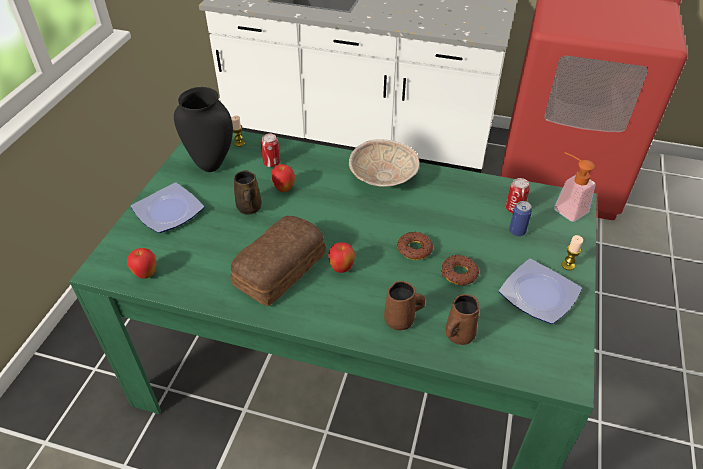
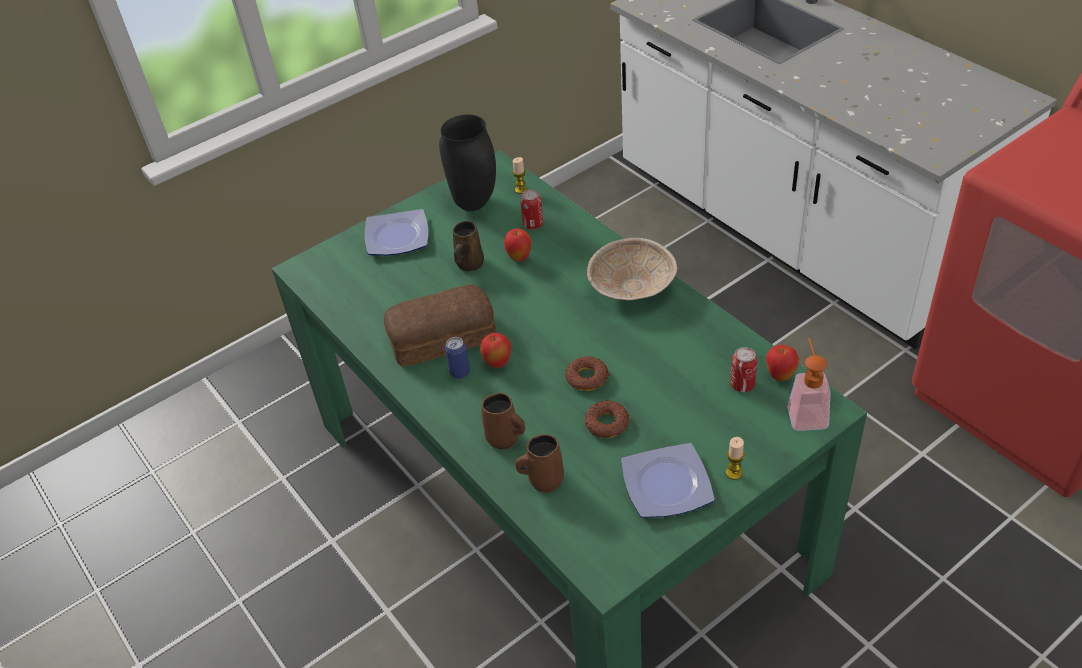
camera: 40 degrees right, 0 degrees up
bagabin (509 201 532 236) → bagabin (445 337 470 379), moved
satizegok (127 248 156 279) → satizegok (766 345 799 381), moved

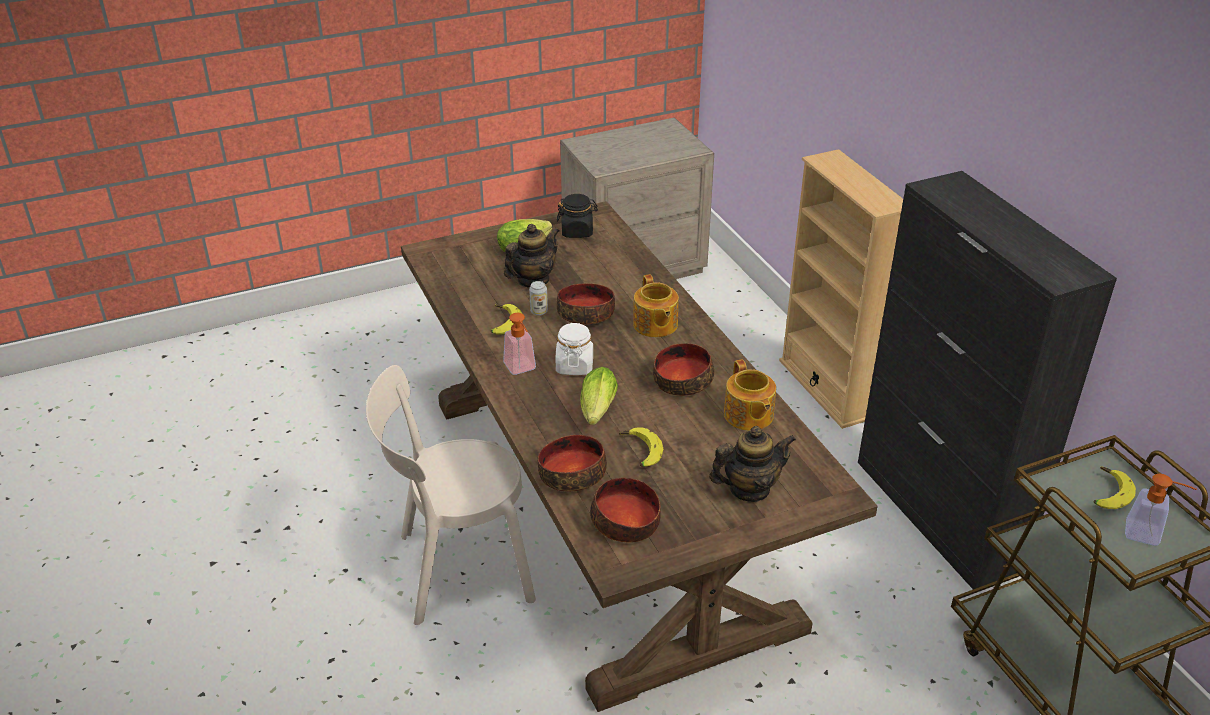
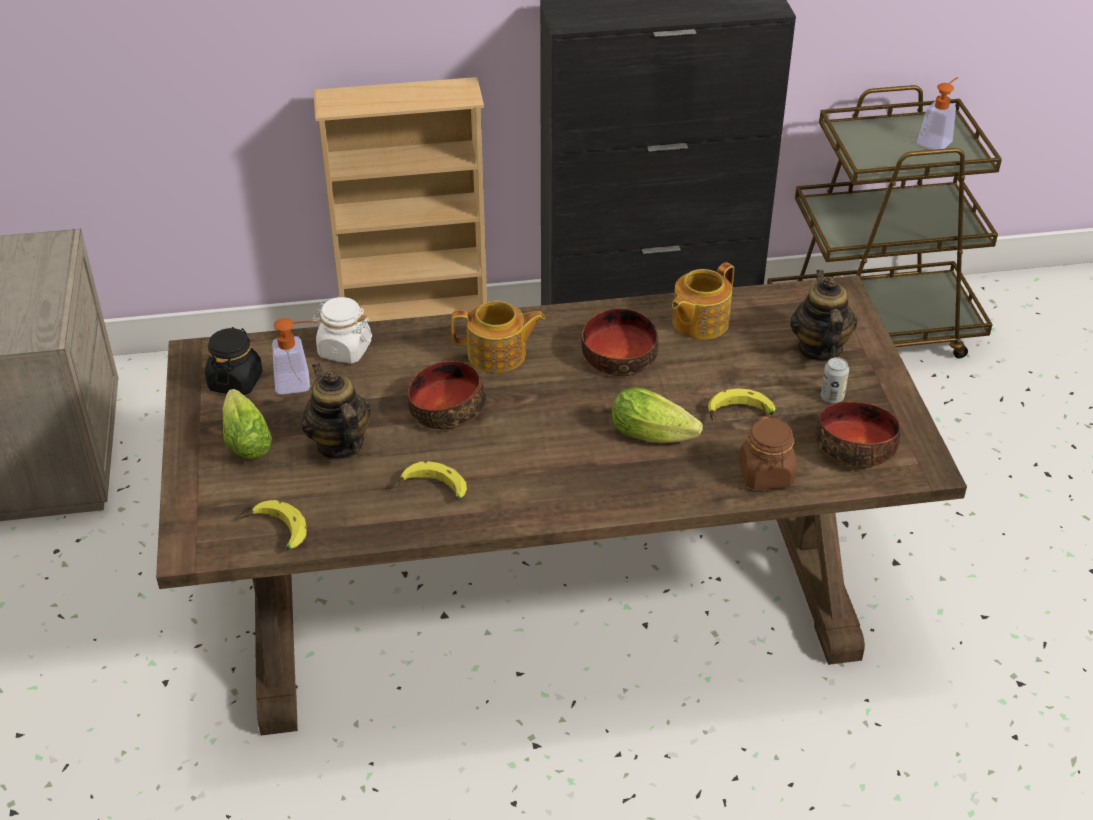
camera: 75 degrees left, 5 degrees up
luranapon (1093 467 1136 509) → luranapon (241 500 307 550), moved
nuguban (503 313 536 375) → nuguban (272 318 318 395), moved
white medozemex (556 323 593 375) → white medozemex (312 297 372 363), moved
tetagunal (724 359 776 431) → tetagunal (672 262 734 340), 135 degrees clockwise
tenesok (538 435 607 492) → brown medozemex (739 416 797 489)
bagabin (529 281 548 316) → bagabin (821 357 849 403), moved
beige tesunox (366 365 536 625) → -

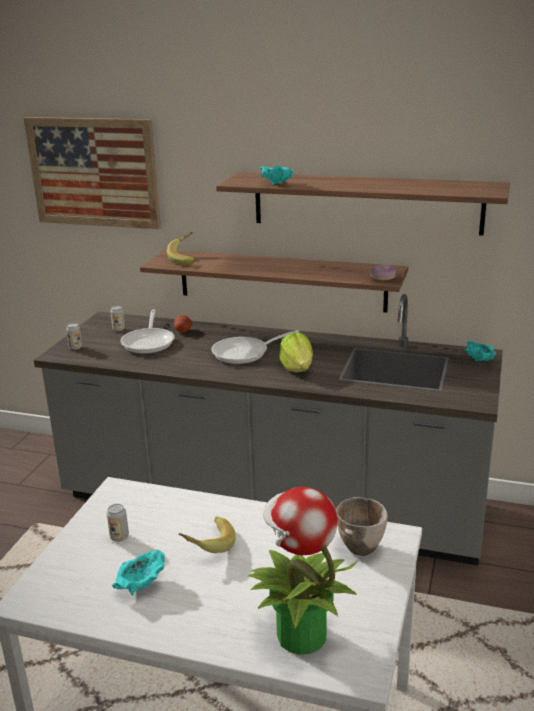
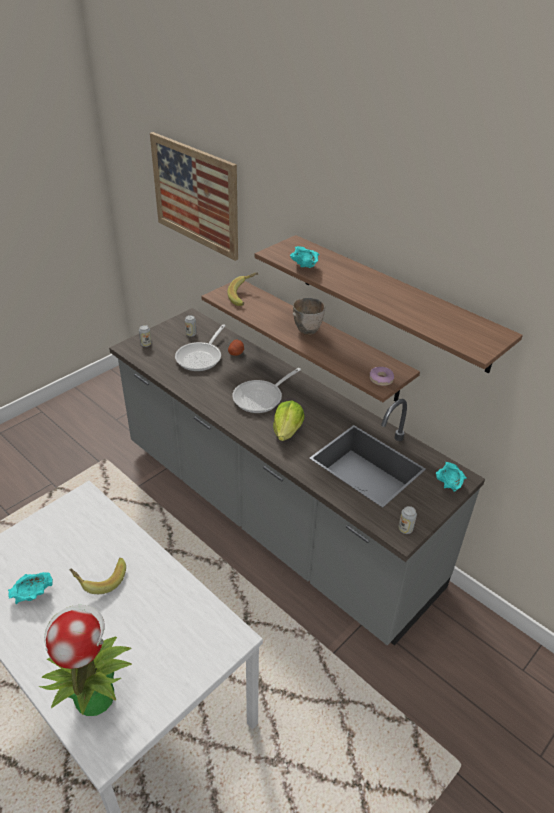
camera: 25 degrees right, 15 degrees up
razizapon (211 330 299 364) → razizapon (232 368 301 413), 45 degrees counterclockwise
tenesok (336 497 388 556) → tenesok (292 298 325 335), moved
bagabin (107 504 129 542) → bagabin (398 506 417 534), moved

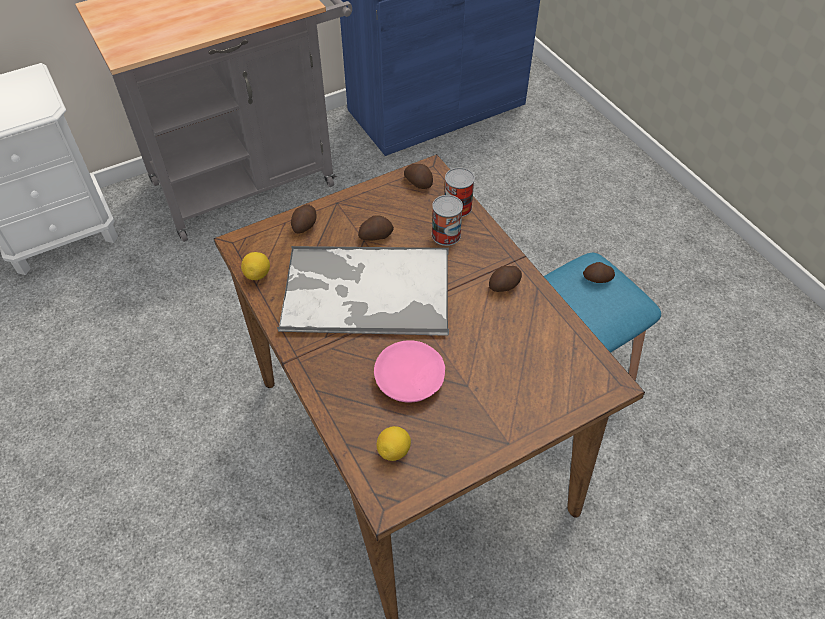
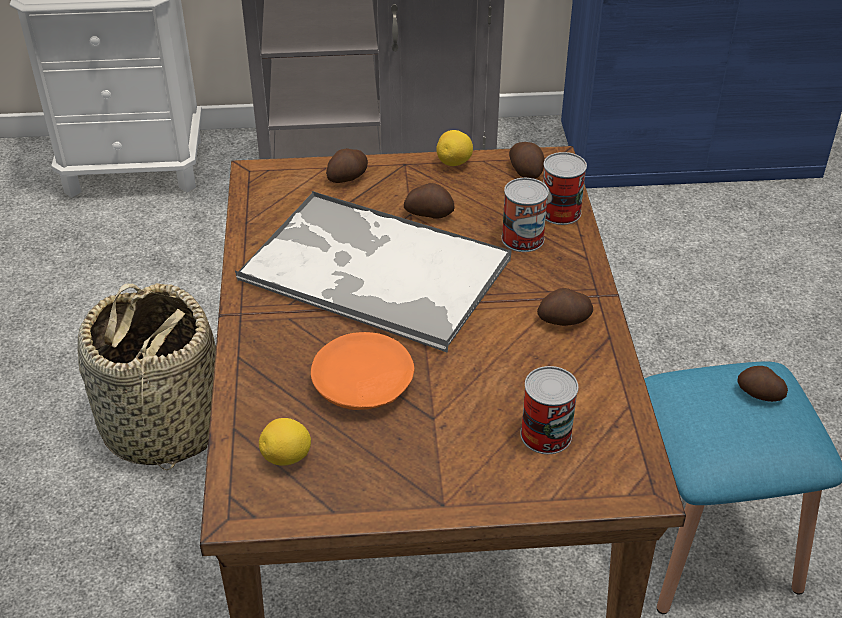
camera: 25 degrees right, 10 degrees down
- → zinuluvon (78 283 216 470)
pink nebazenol (374 340 445 403) → orange nebazenol (311 332 414 410)
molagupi (241 252 270 280) → molagupi (436 130 473 166), moved
- → bagabin (520 366 578 454)

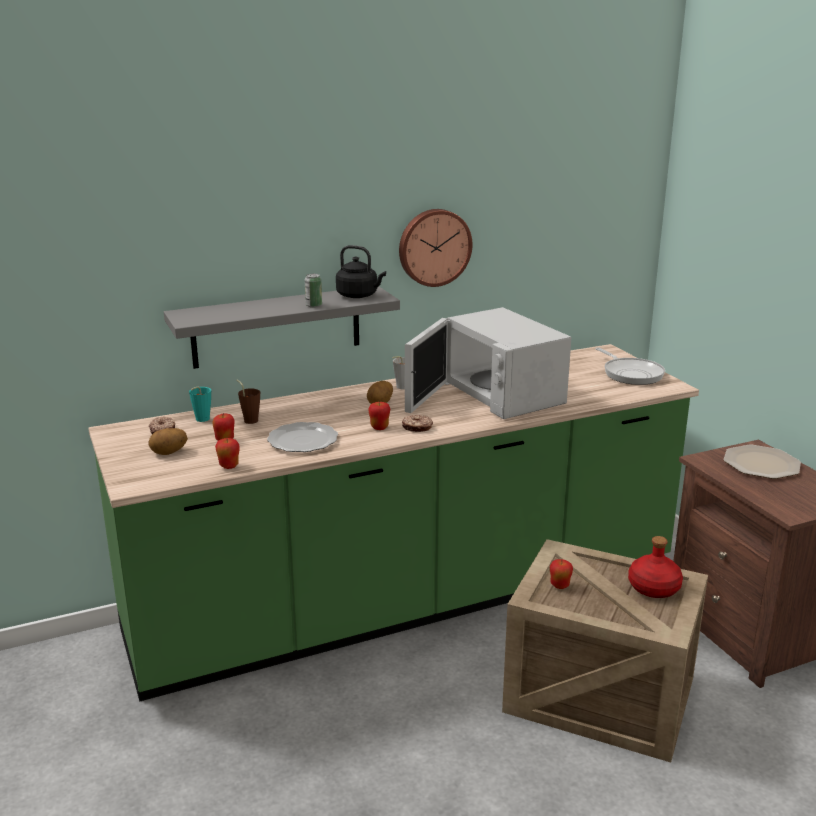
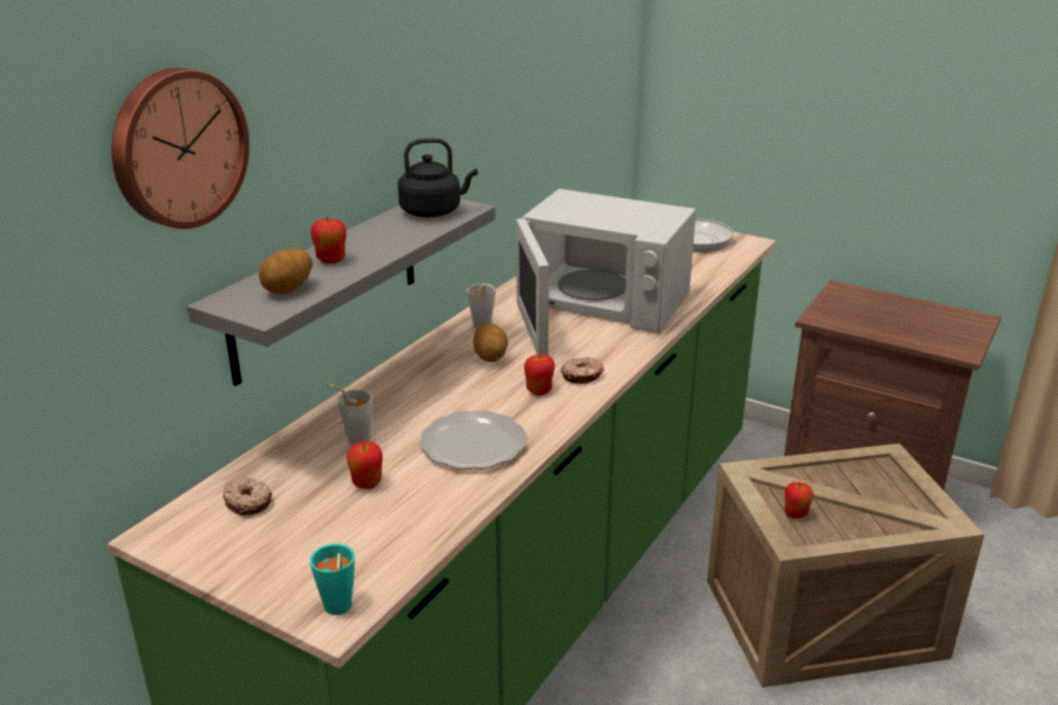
camera: 35 degrees left, 5 degrees up
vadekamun (399 209 472 287) → vadekamun (112 68 249 229), moved
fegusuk (149 428 188 455) → fegusuk (259 248 313 294), moved
satizegok (215 438 240 469) → satizegok (310 217 346 264), moved
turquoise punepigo (189 386 211 422) → turquoise punepigo (310 543 355 615), moved
brown punepigo (237 380 260 424) → grey punepigo (325 383 373 445)
bagabin (305 274 322 308) → -
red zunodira (628 536 683 598) → -
nebazenol (723 445 801 479) → -

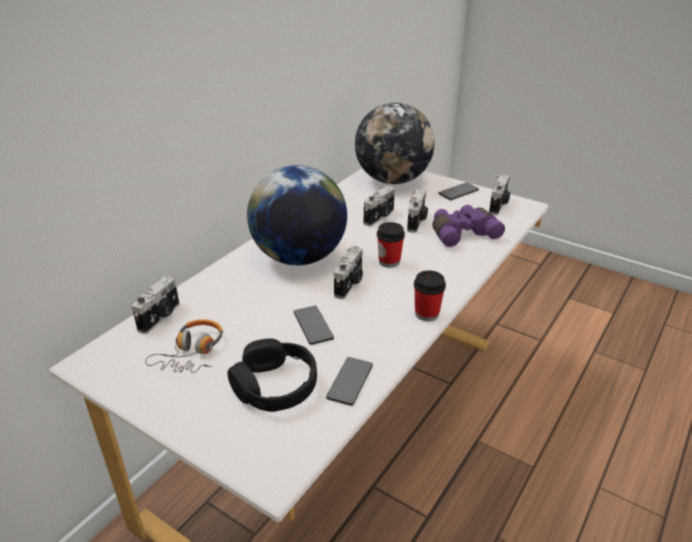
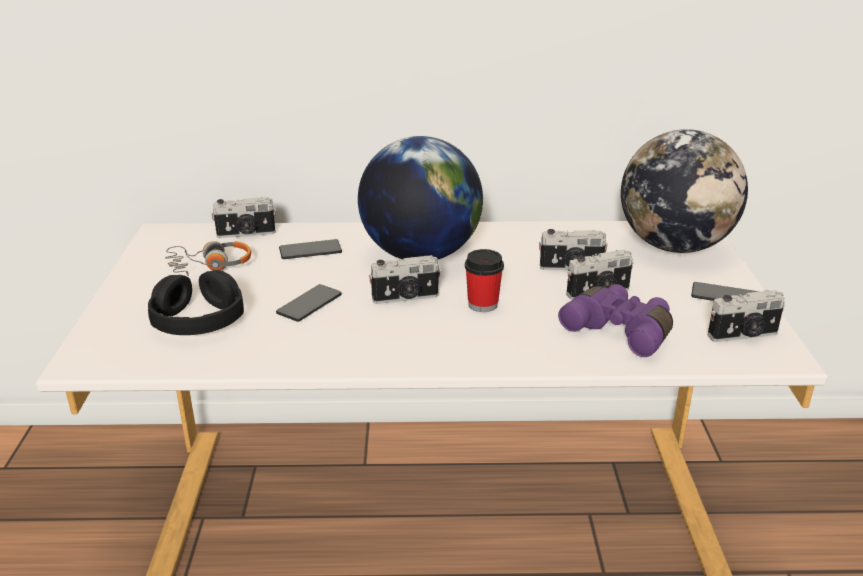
camera: 55 degrees right, 5 degrees down
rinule (326 357 373 406) → rinule (279 239 342 259), moved
punepigo (414 270 446 321) → -

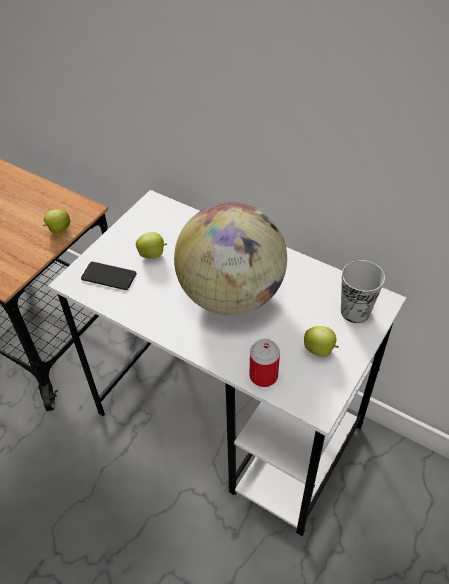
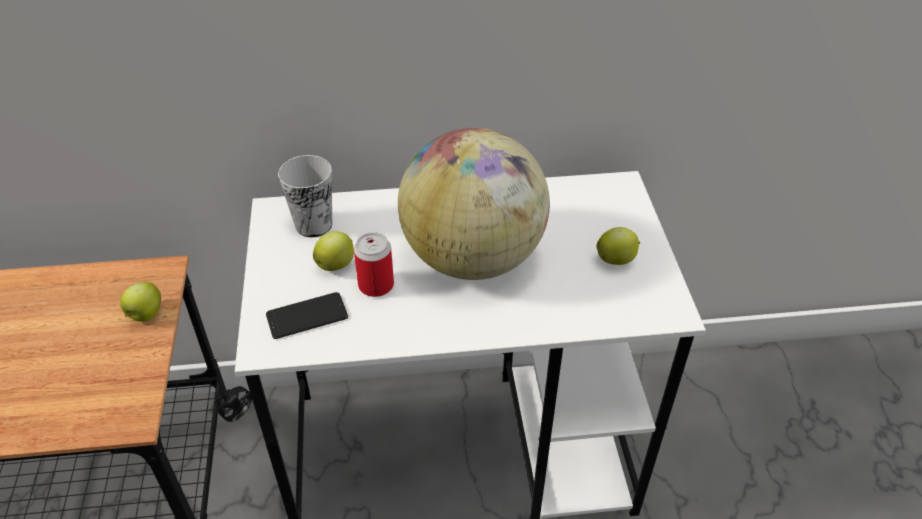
camera: 40 degrees left, 5 degrees down
punepigo (341 260 385 323) → punepigo (278 155 332 237), moved
bagabin (250 339 280 387) → bagabin (354 232 394 297), moved

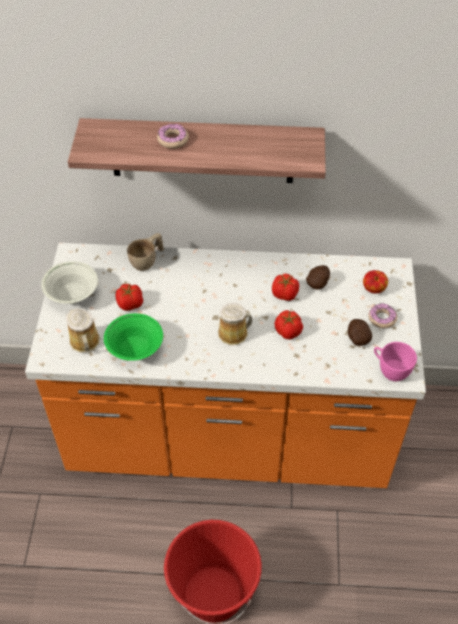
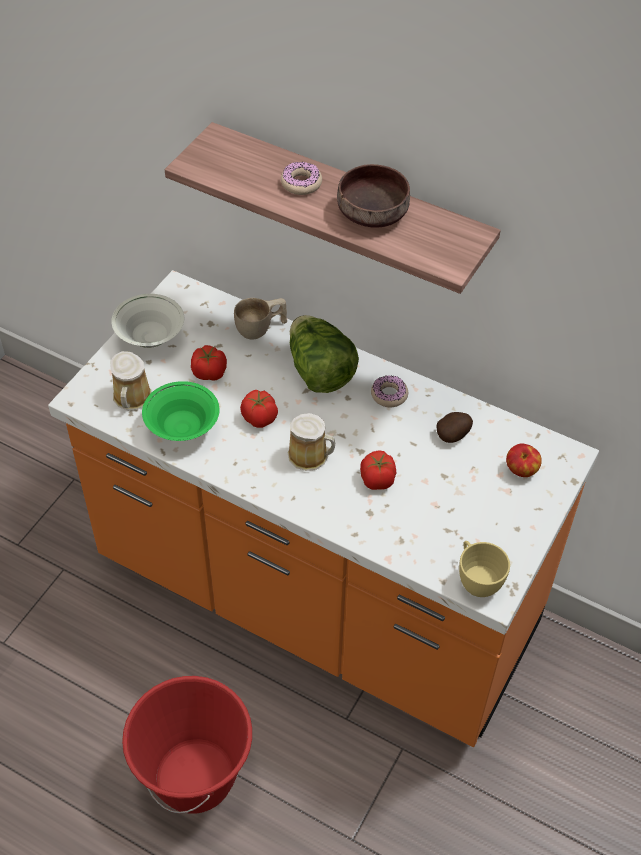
camera: 25 degrees right, 0 degrees up
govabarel (272 274 299 301) → govabarel (240 390 278 428), moved
- → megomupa (290 315 359 393)
- → brown tenesok (337 164 410 228)
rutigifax (368 303 397 328) → rutigifax (371 375 408 407), moved
pink punepigo (374 342 417 381) → yellow punepigo (459 541 510 597)
fegusuk (348 319 372 346) → -

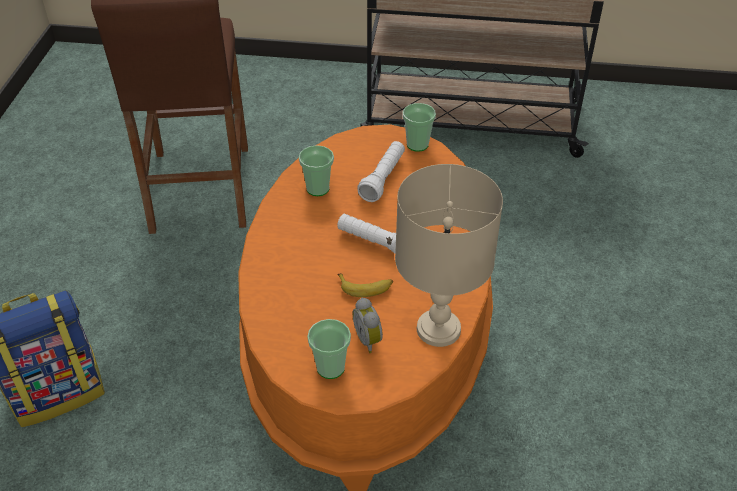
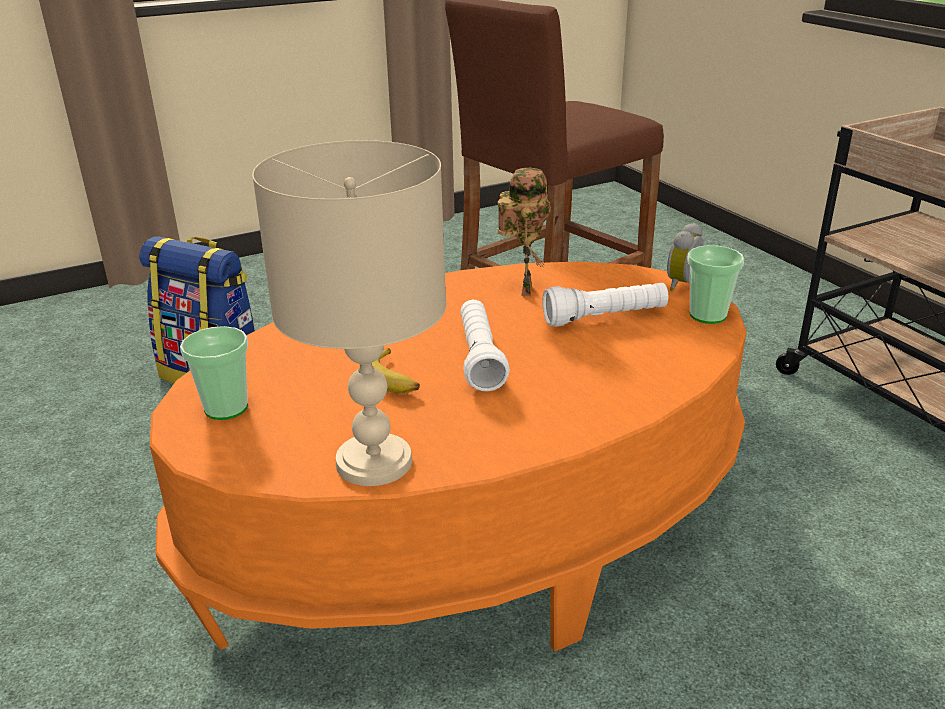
camera: 55 degrees right, 15 degrees down
punepigo (299 145 334 196) → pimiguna (498 168 551 296)
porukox (353 298 383 353) → porukox (667 223 704 291), moved

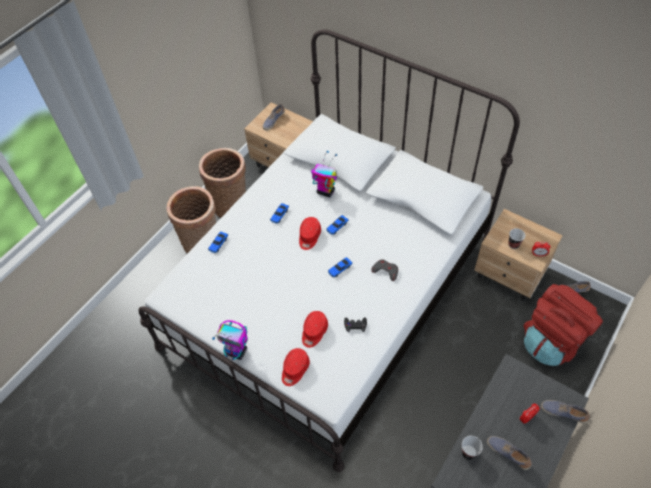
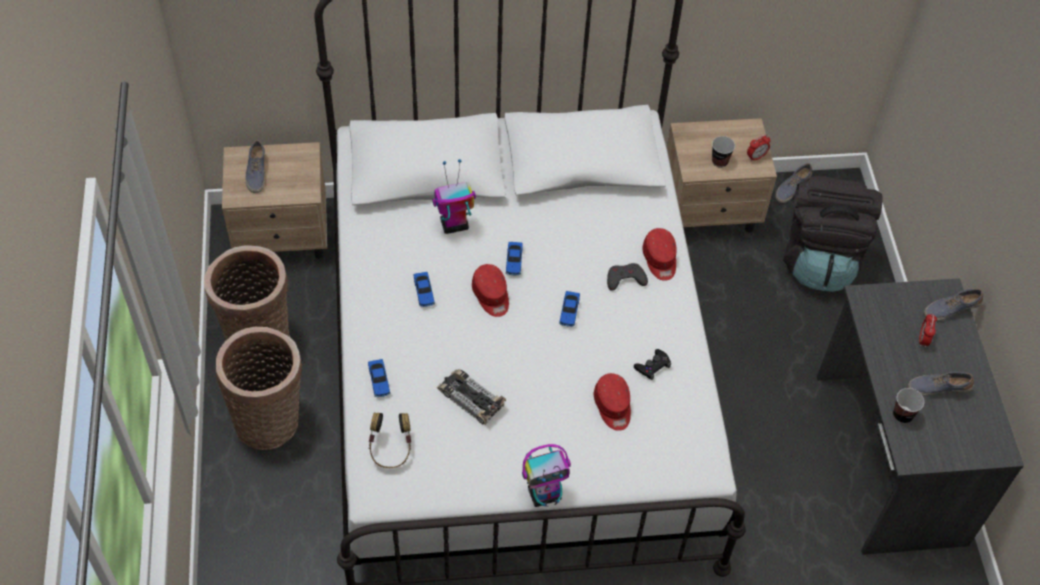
camera: 45 degrees left, 0 degrees up
- → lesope (369 413 411 468)
- → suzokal (437 369 506 425)
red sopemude (282 348 310 386) → red sopemude (642 228 677 281), moved
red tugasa (523 284 603 366) → black tugasa (783 176 883 292)

